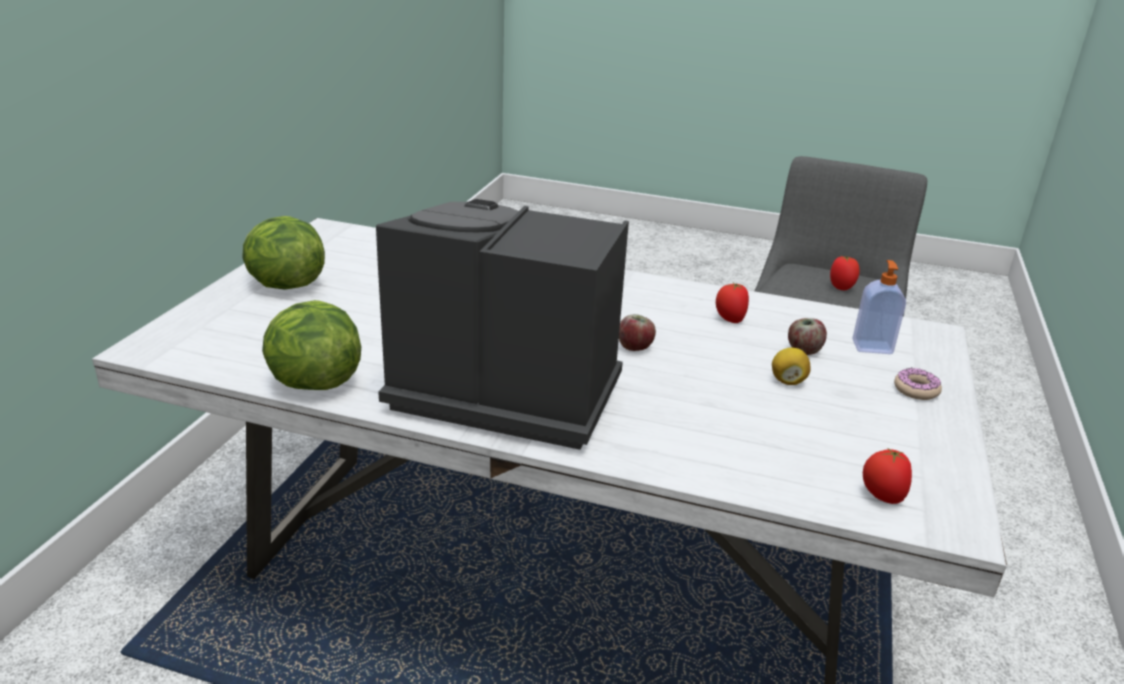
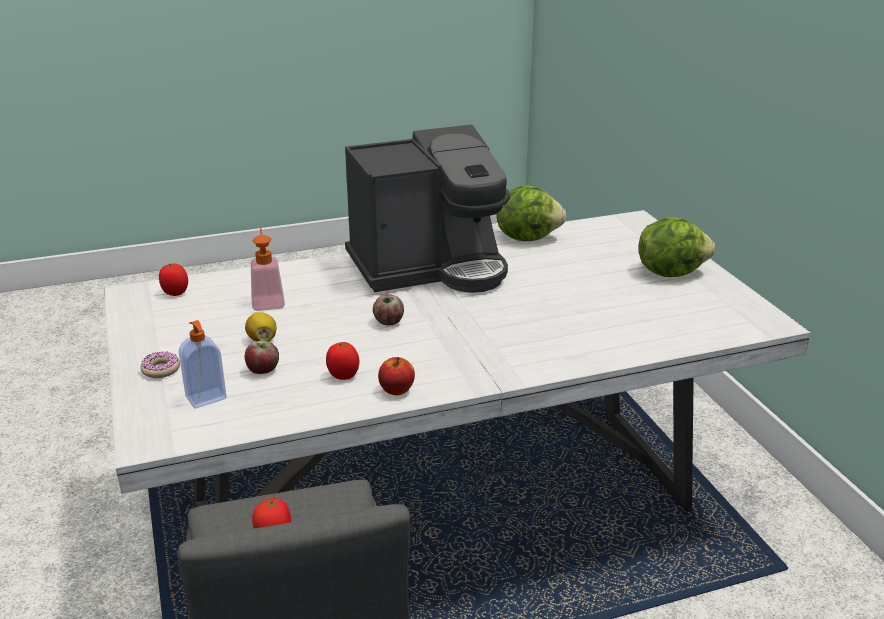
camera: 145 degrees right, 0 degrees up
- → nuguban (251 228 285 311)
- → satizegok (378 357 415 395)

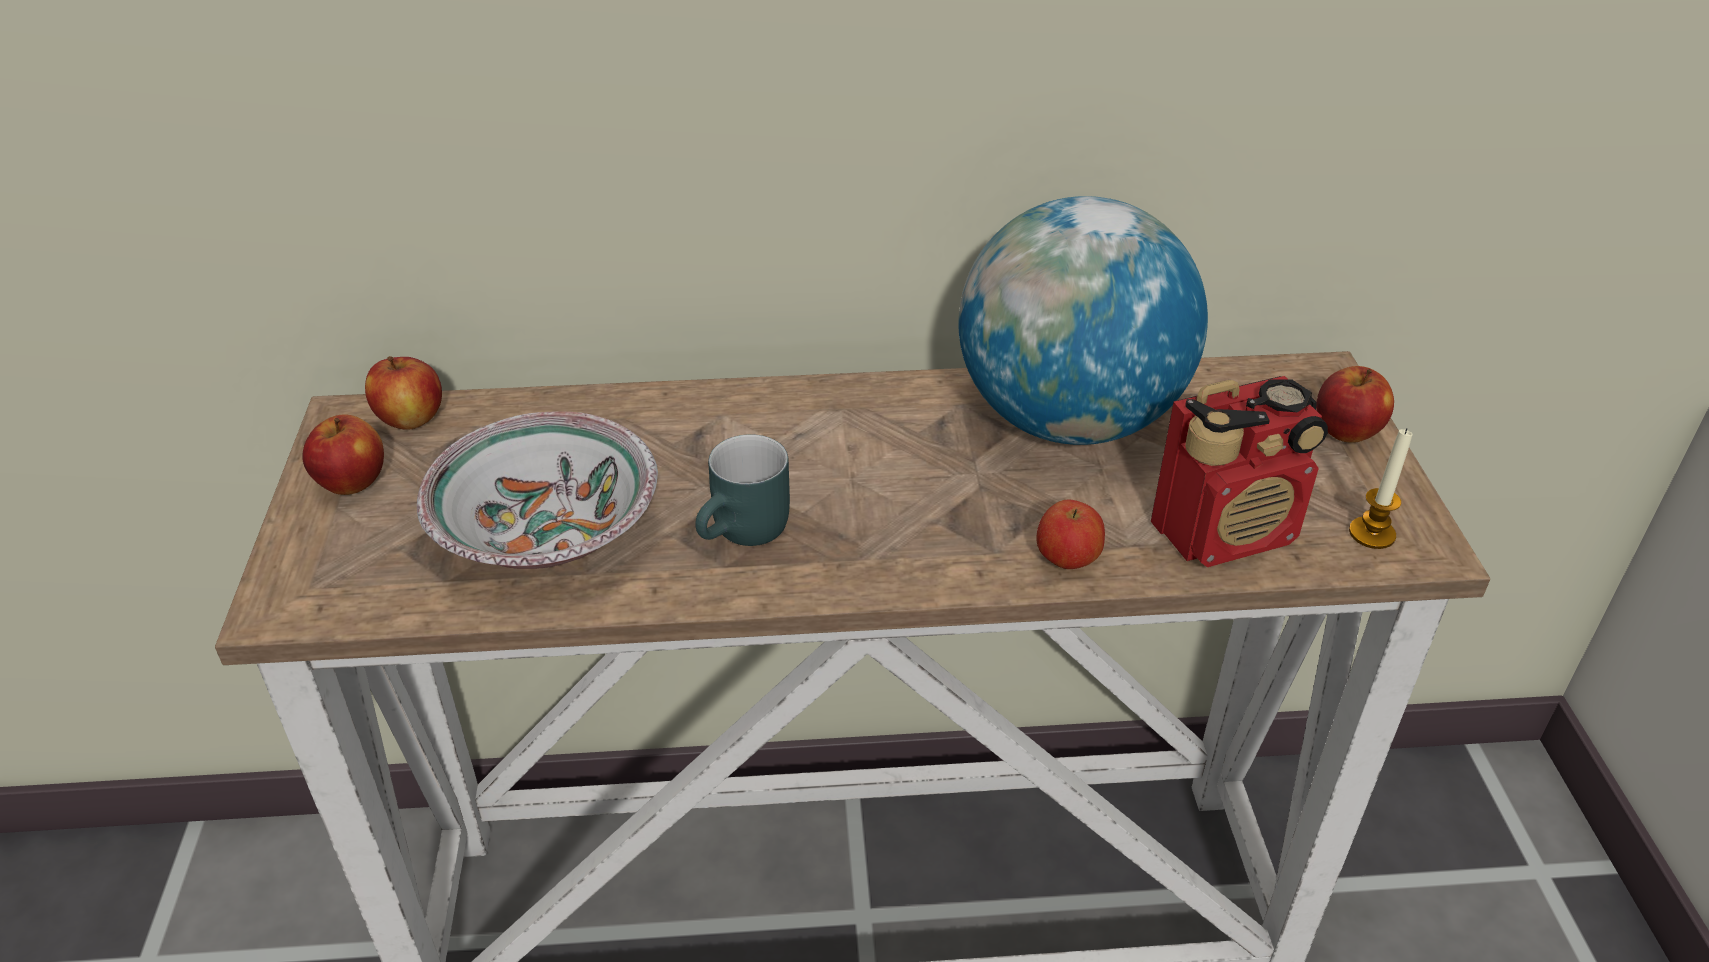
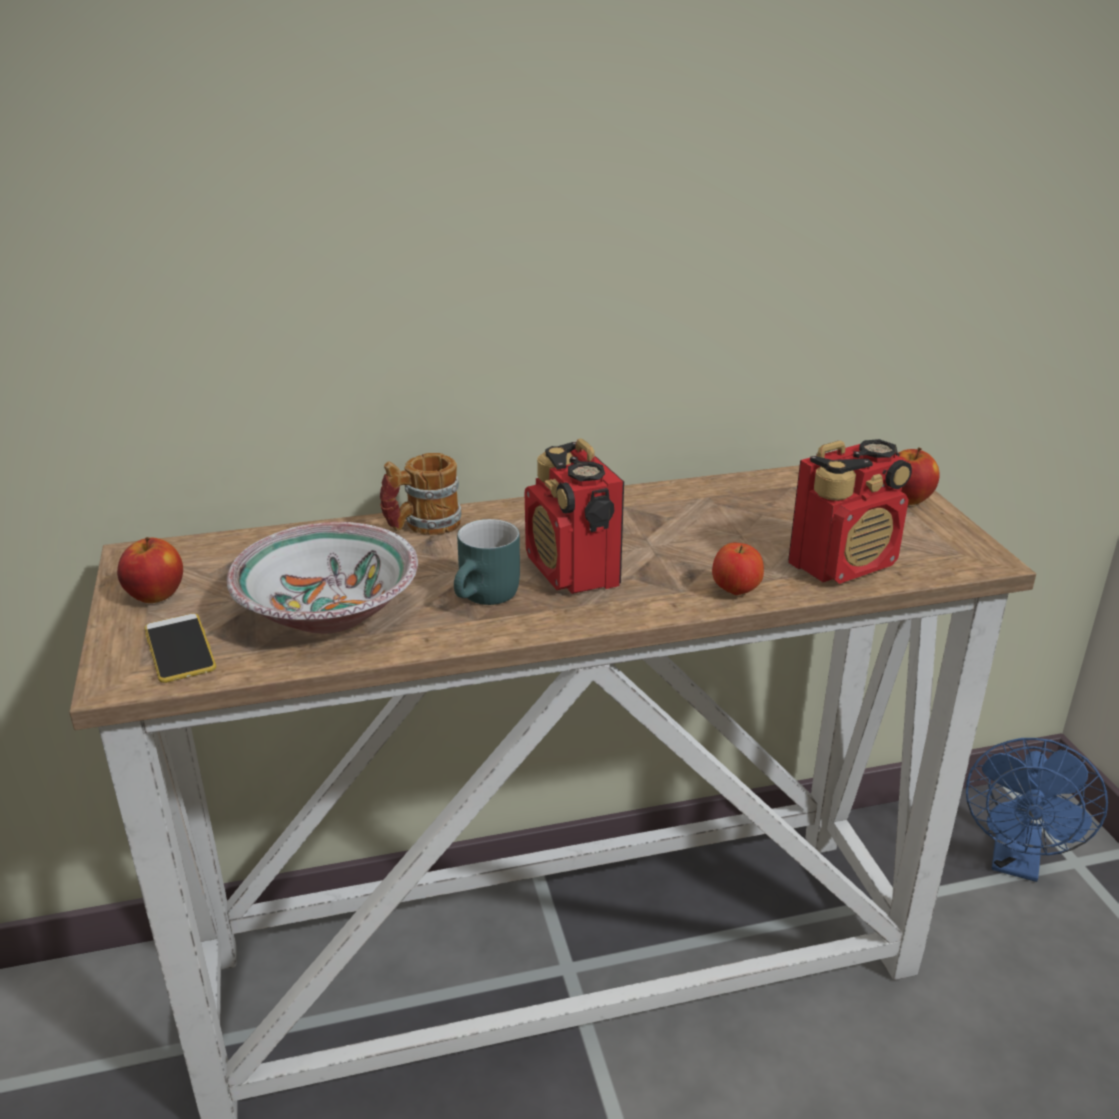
camera: 10 degrees left, 10 degrees down
- → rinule (145 613 216 683)
- → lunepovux (380 453 461 535)
- → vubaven (525 438 624 594)
- → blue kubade (966 738 1108 882)
satizegok (365 356 442 430) → -
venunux (958 196 1208 445) → -
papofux (1349 428 1413 549) → -

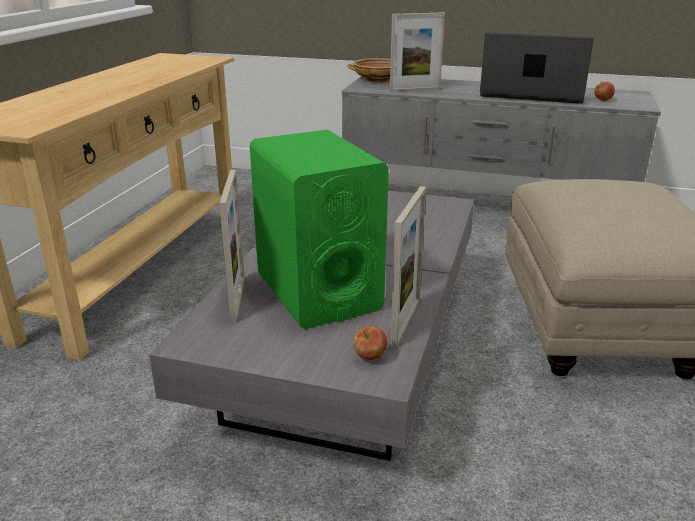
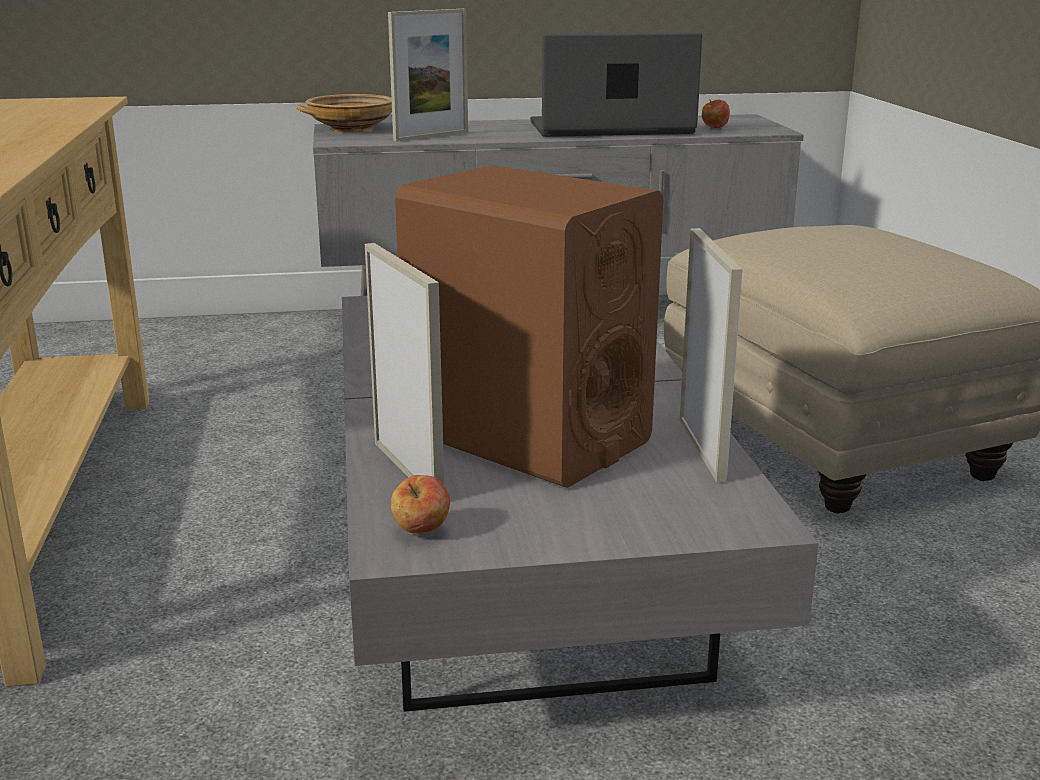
camera: 25 degrees left, 5 degrees down
satizegok (353 326 388 360) → satizegok (391 475 450 533), moved
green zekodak (250 130 389 329) → brown zekodak (395 165 663 488)

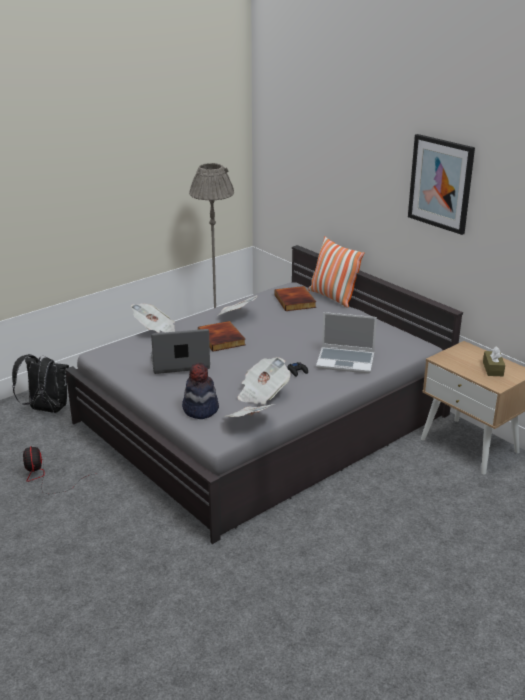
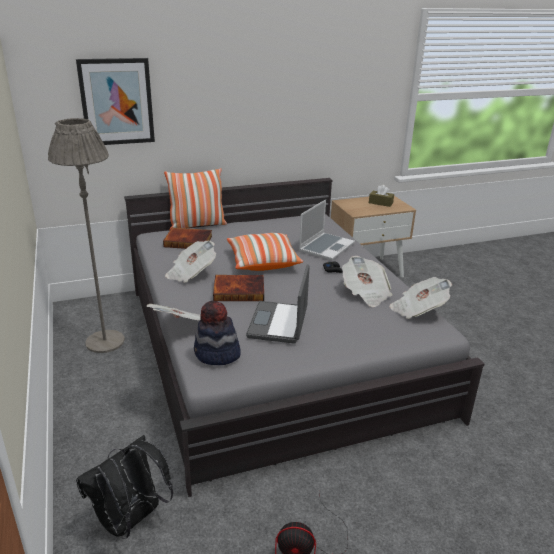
camera: 70 degrees left, 0 degrees up
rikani (408 134 475 235) → rikani (76 58 155 145), moved
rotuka (182 363 219 419) → rotuka (194 301 241 365), moved
- → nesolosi (227 233 303 271)

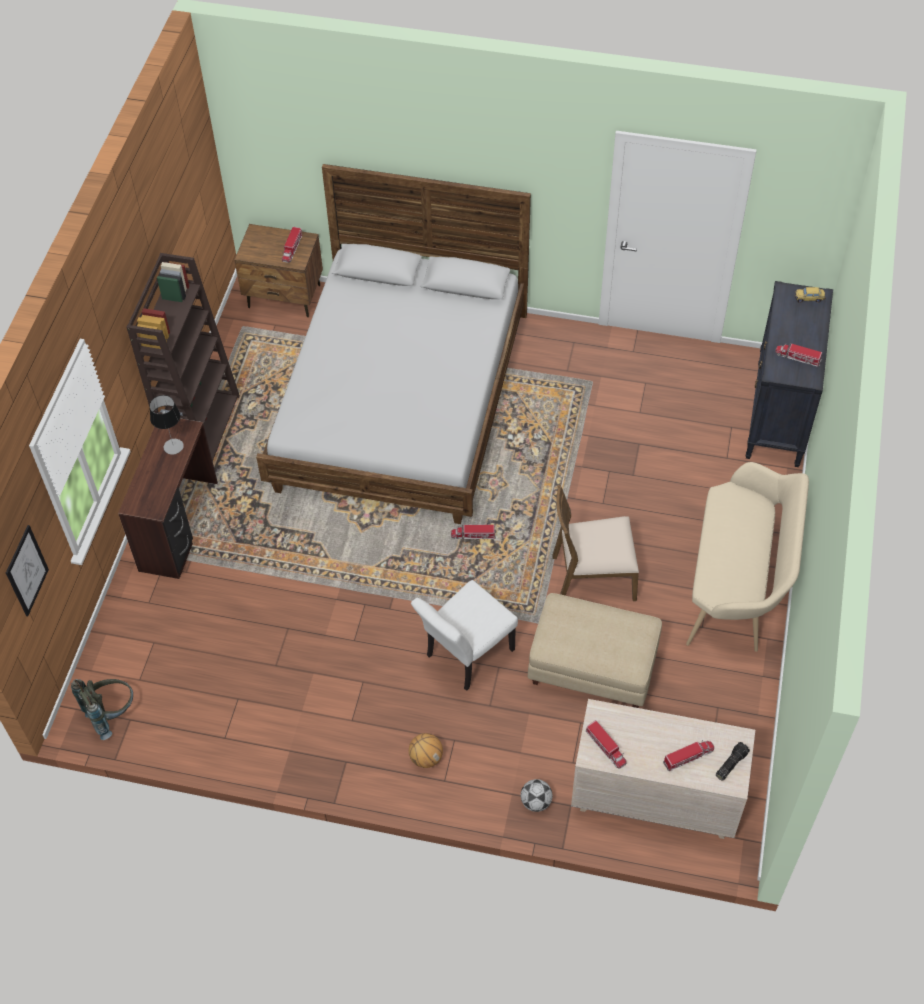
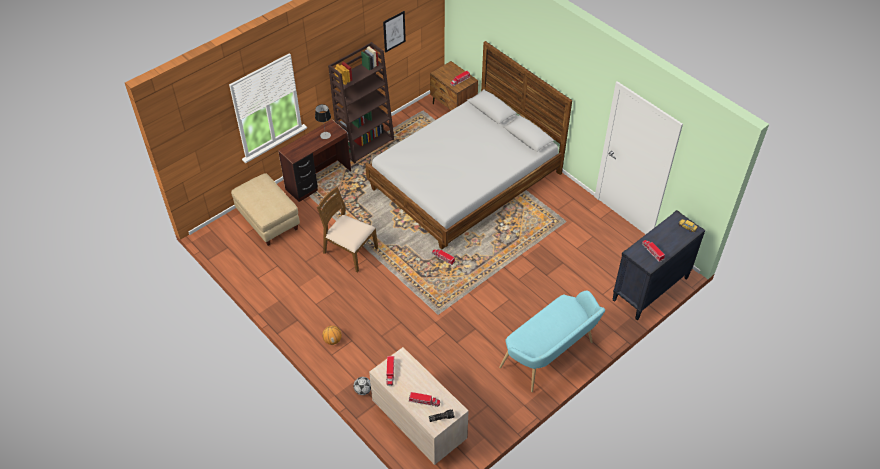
camera: 35 degrees right, 5 degrees down
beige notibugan (528 593 662 708) → beige notibugan (231 173 300 246), moved
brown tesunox (552 485 639 601) → brown tesunox (317 187 378 272), moved
rikani (6 525 49 616) → rikani (383 11 406 53), moved
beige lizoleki (686 462 809 652) → turquoise lizoleki (499 290 605 392)
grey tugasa (71 679 133 740) → -
white tesunox (411 580 518 690) → -

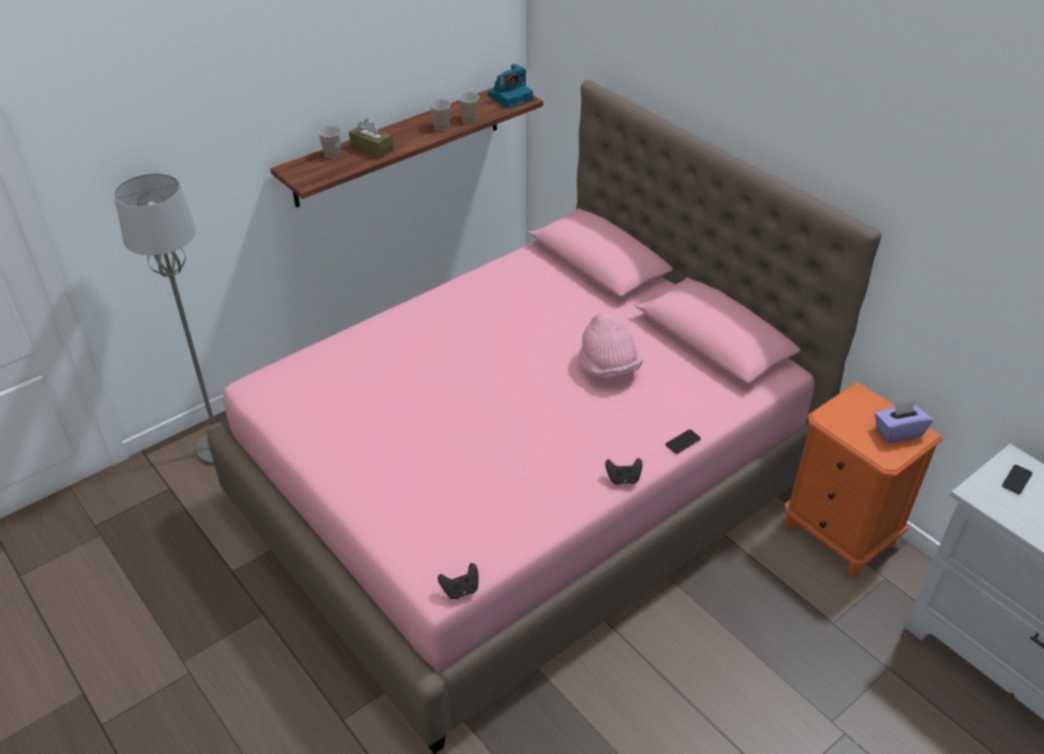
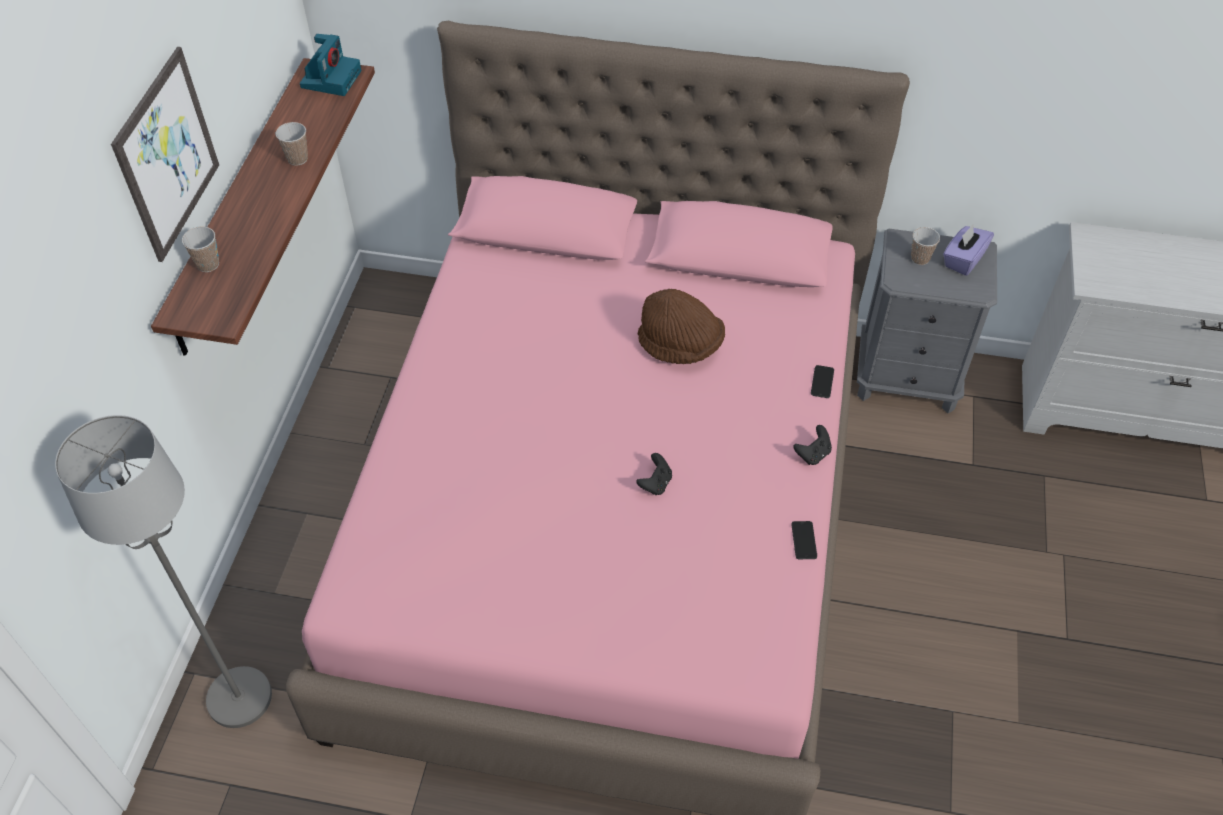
camera: 40 degrees left, 10 degrees up
- → rikani (111 47 219 262)
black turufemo (438 563 479 599) → black turufemo (636 453 672 495), moved
pink rotuka (579 313 643 378) → brown rotuka (638 289 725 364)
rinule (1002 465 1032 494) → rinule (791 521 817 559), moved
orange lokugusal (784 382 943 577) → grey lokugusal (857 228 997 413)
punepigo (458 92 479 123) → punepigo (911 227 940 265), moved
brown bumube (349 118 394 159) → -

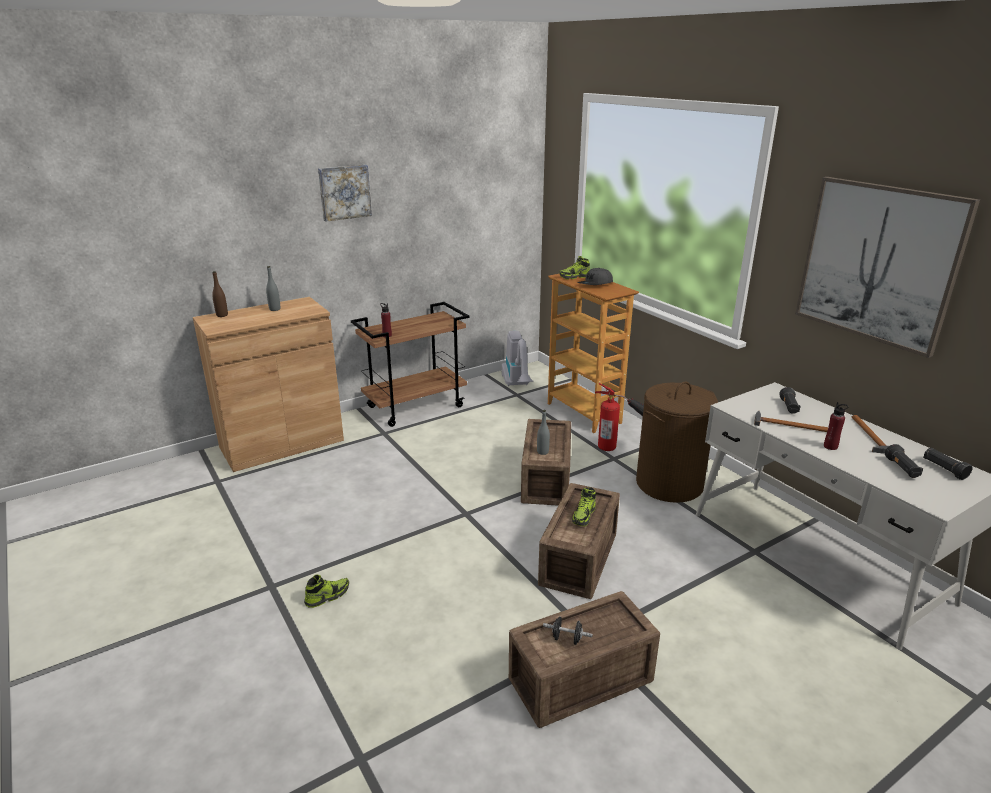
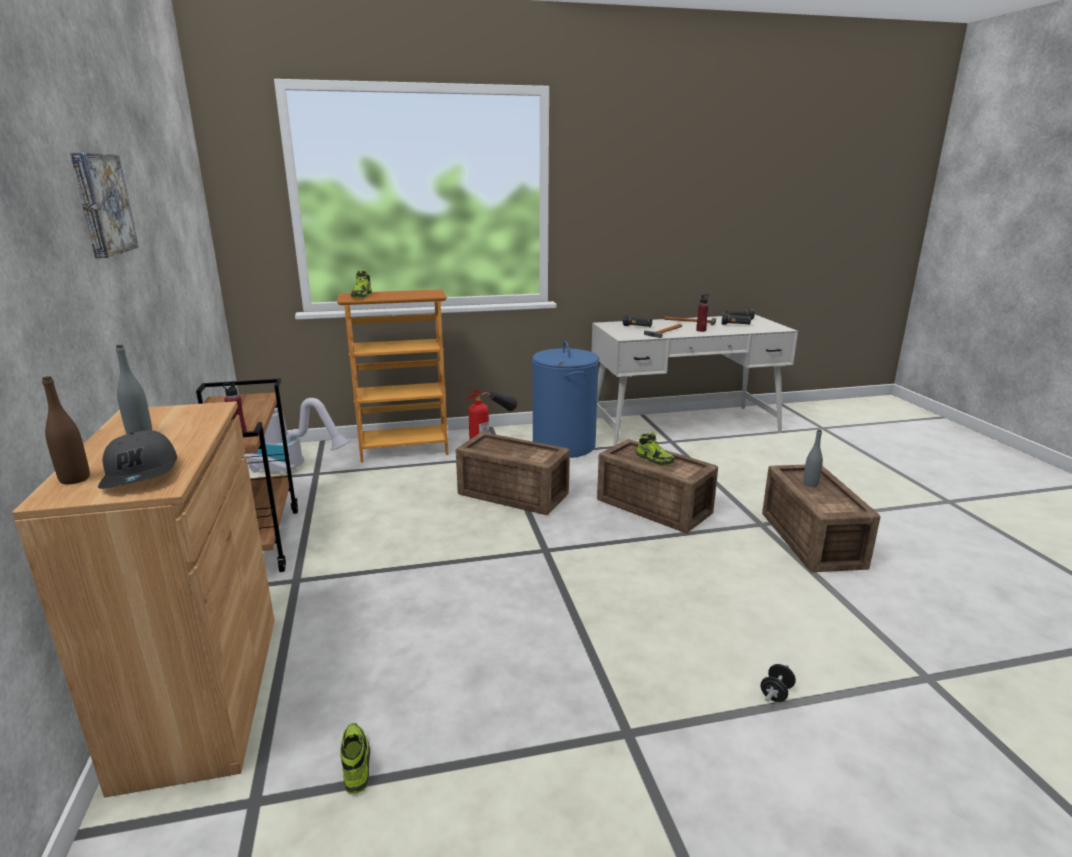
camera: 70 degrees left, 5 degrees down
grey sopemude (577 268 613 285) → grey sopemude (98 430 177 489), moved
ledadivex (304 574 349 608) → ledadivex (340 723 370 794), moved
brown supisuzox (636 382 718 503) → blue supisuzox (532 341 599 458)
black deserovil (543 617 593 645) → black deserovil (761 664 796 702), moved
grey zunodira (537 410 550 455) → grey zunodira (803 430 823 487), moved
rikani (795 177 980 358) → -

